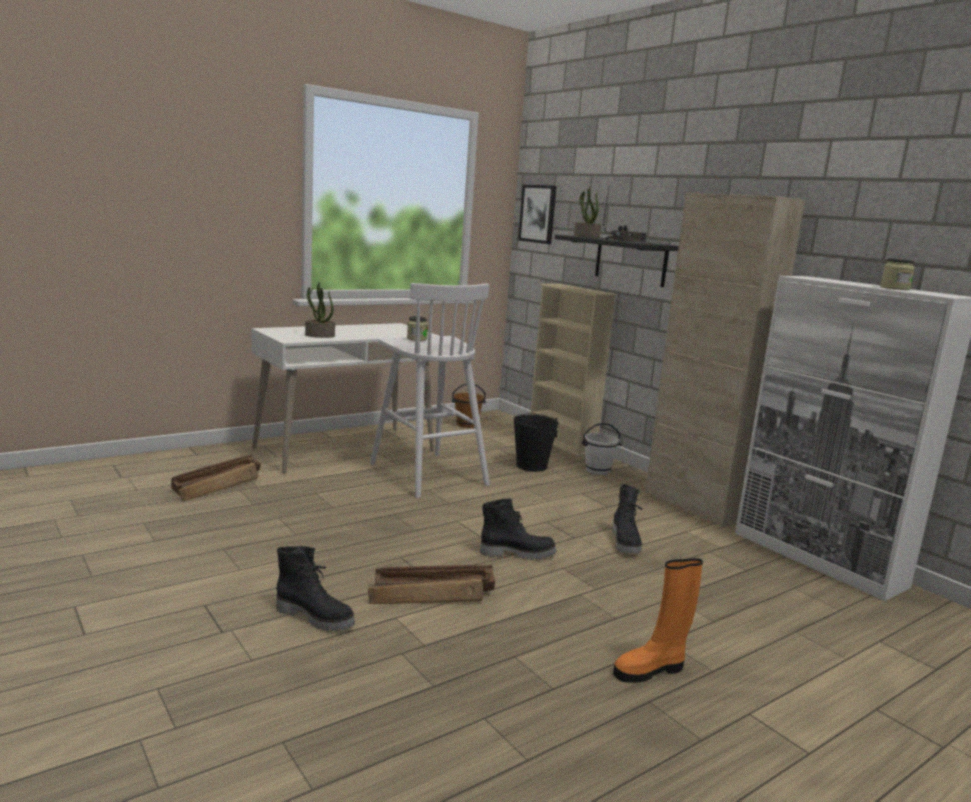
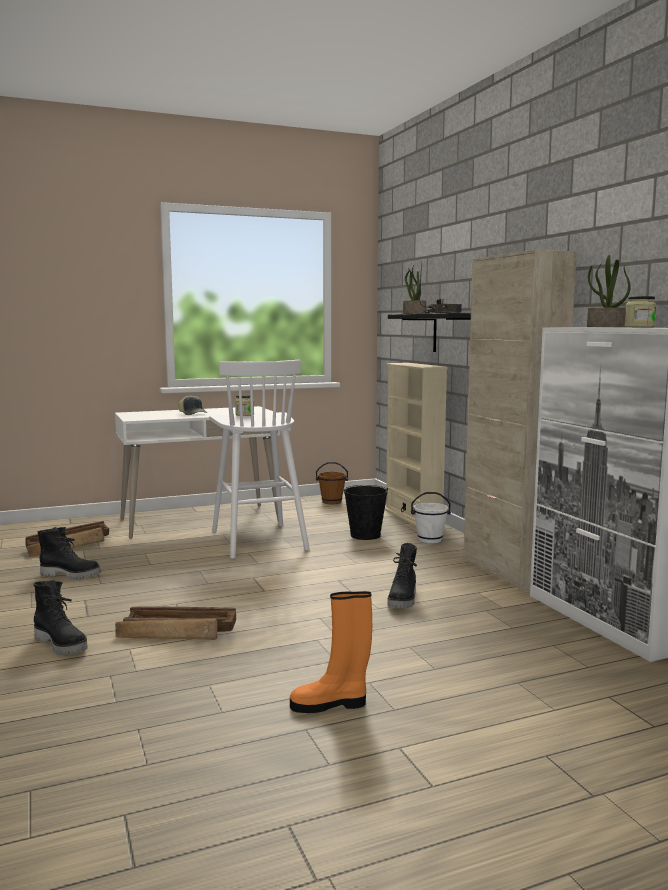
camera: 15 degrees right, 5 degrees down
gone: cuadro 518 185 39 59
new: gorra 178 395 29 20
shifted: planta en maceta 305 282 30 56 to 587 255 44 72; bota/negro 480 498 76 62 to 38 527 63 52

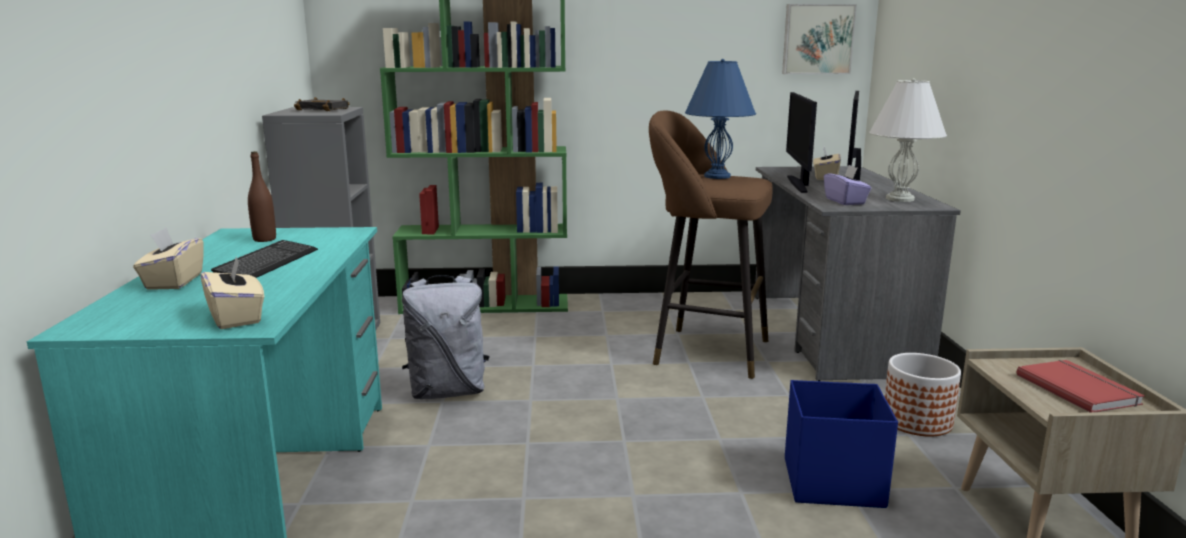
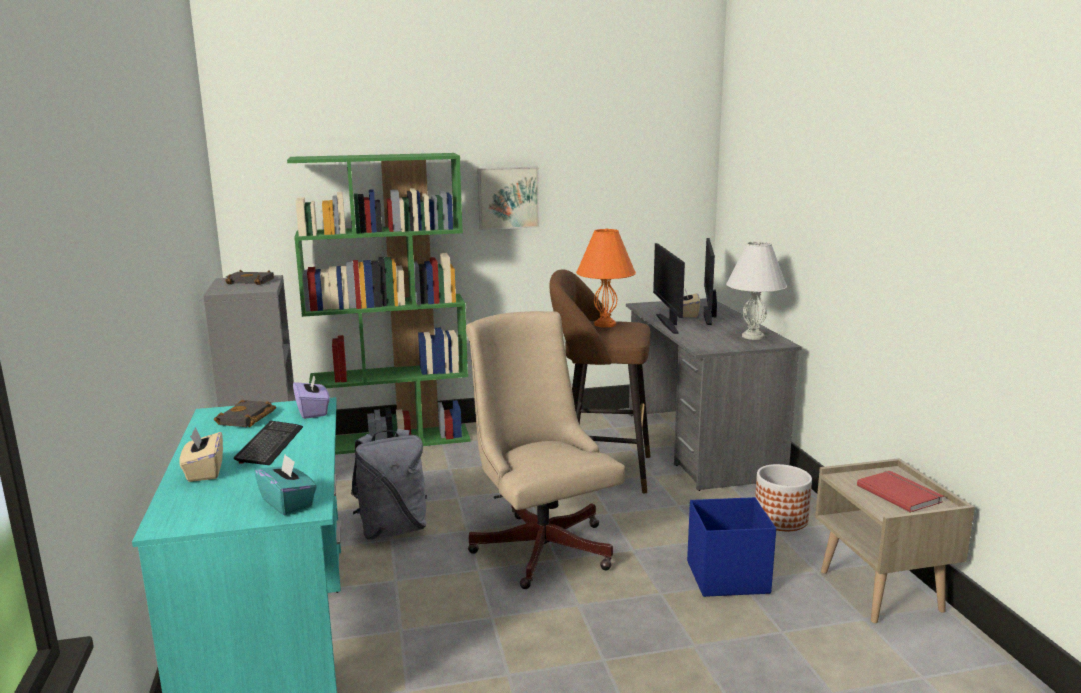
camera: 10 degrees left, 0 degrees up
new: silla de oficina/beis 466 311 159 278
shifted: cuadro 782 4 75 70 to 477 167 62 63; caja de pañuelos/morado 824 165 48 40 to 293 375 37 44
swapped: botella/marrón 248 151 28 91 to libro/negro 214 399 62 28
repainted: caja de pañuelos/beis 201 255 63 74 to caja de pañuelos/turquesa 254 454 63 62; lámpara de mesa/azul 685 59 71 120 to lámpara de mesa/naranja 576 229 60 99

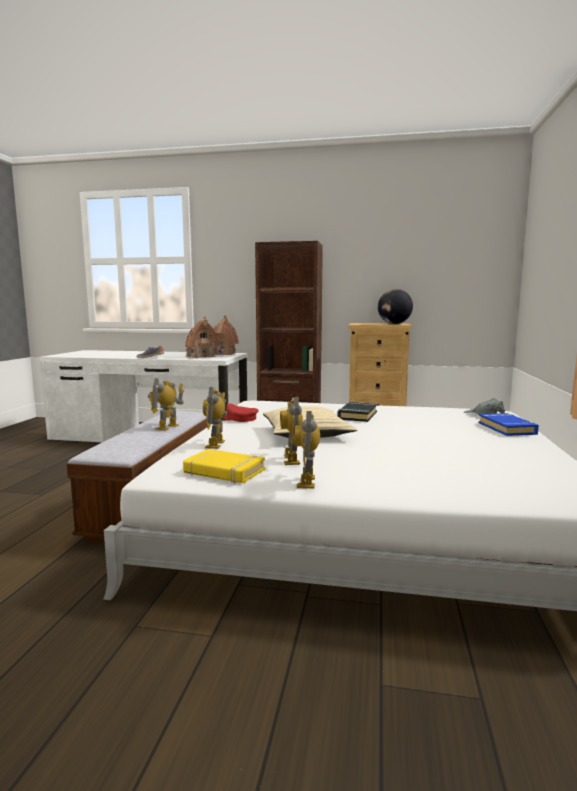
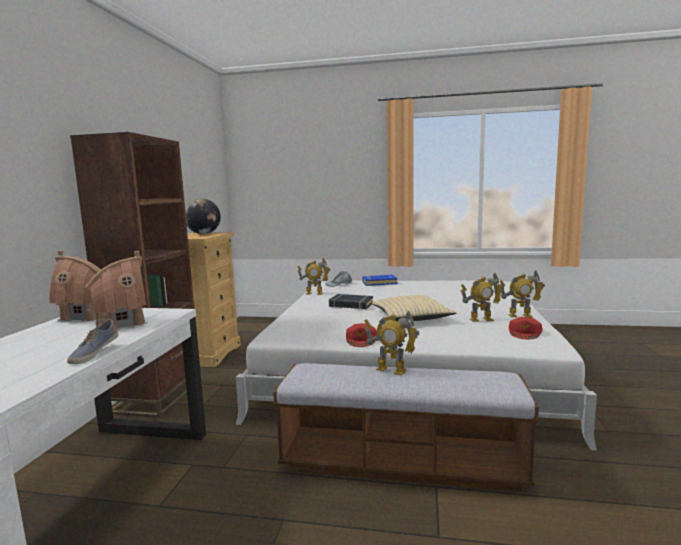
camera: 90 degrees left, 0 degrees up
shifted: robot de juguete 203 387 24 62 to 297 258 33 37
swapped: libro/amarillo 183 449 82 34 to gorra/rojo 509 317 33 22

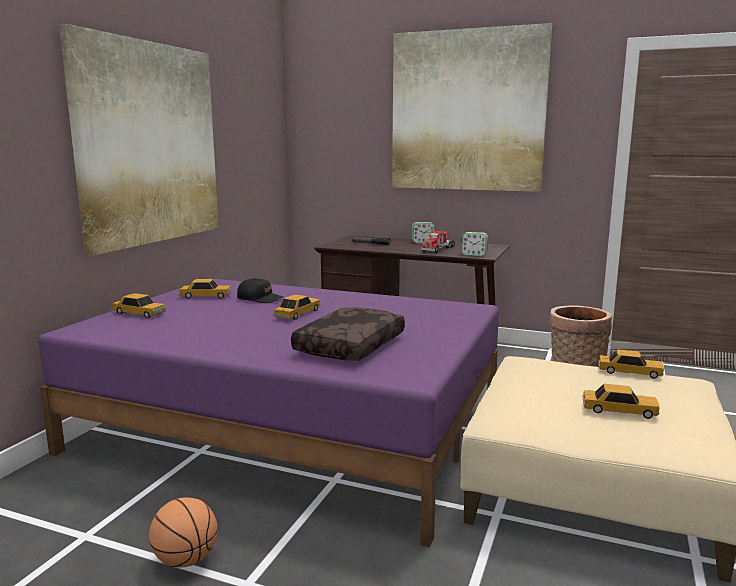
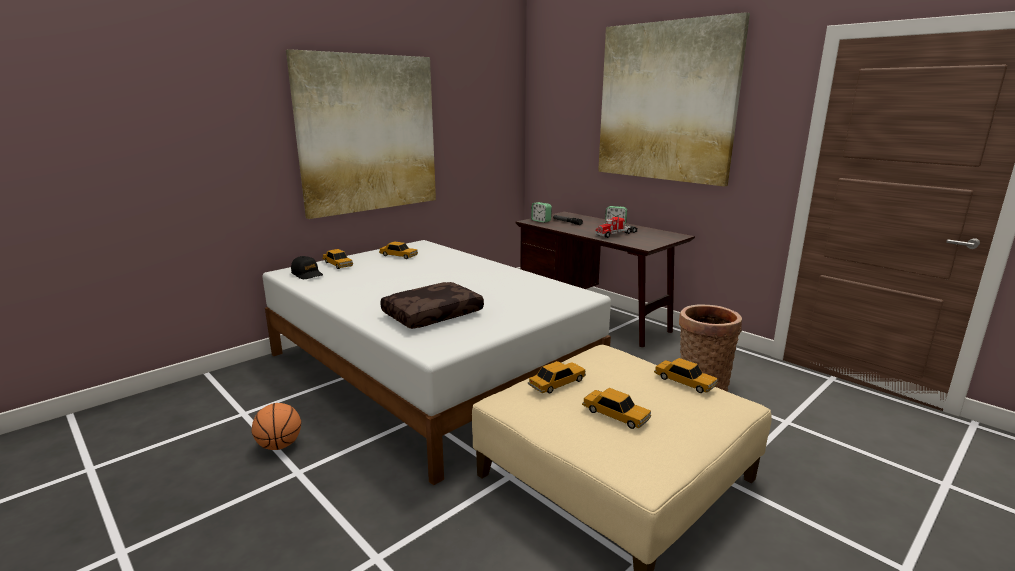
camera: 25 degrees right, 5 degrees up
shifted: gorra/negro 237 278 46 25 to 291 256 32 23; coche de juguete 273 295 47 25 to 528 361 58 33; despertador 461 232 27 24 to 531 202 21 21
repainted: cama/morado 39 278 460 270 to cama/blanco 262 240 349 246

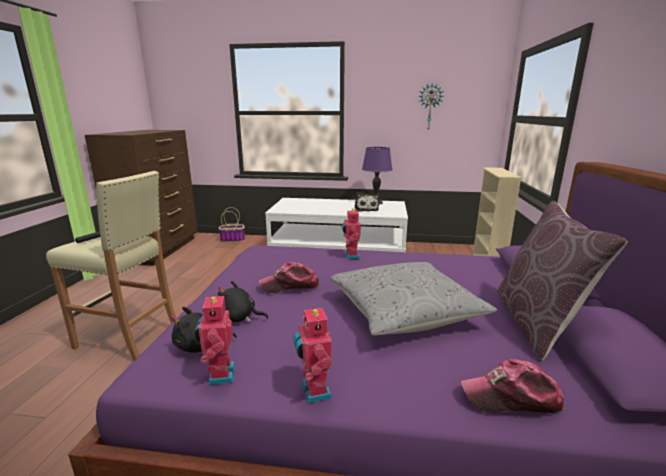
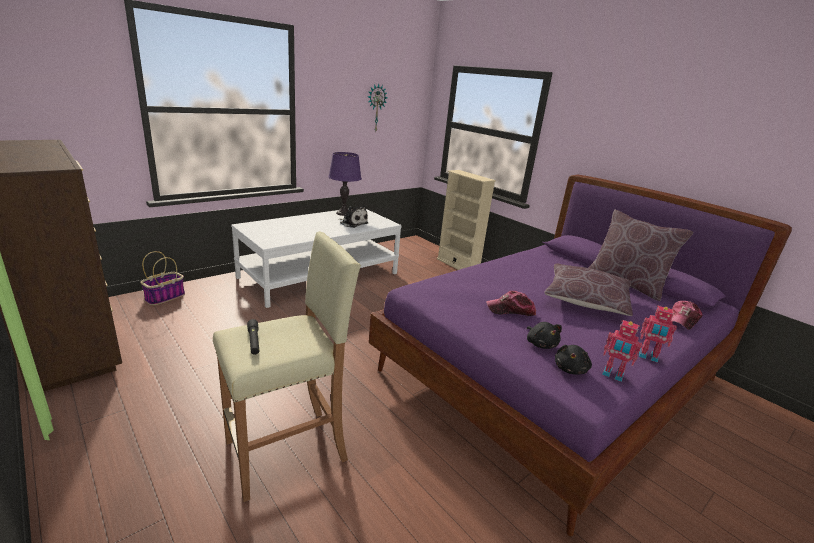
camera: 50 degrees left, 5 degrees up
gone: robot de juguete 342 209 19 50
repainted: cojín/gris 330 262 167 74 to cojín/marrón 544 263 89 53
rotated: peluche/negro 218 281 50 41 = 527 322 35 27 75 degrees counterclockwise; gorra 259 262 60 31 = 486 291 50 25 60 degrees clockwise

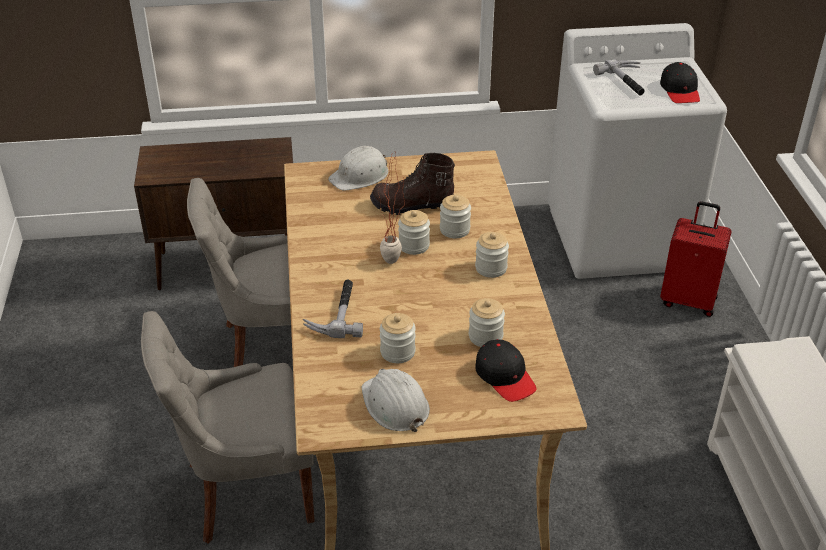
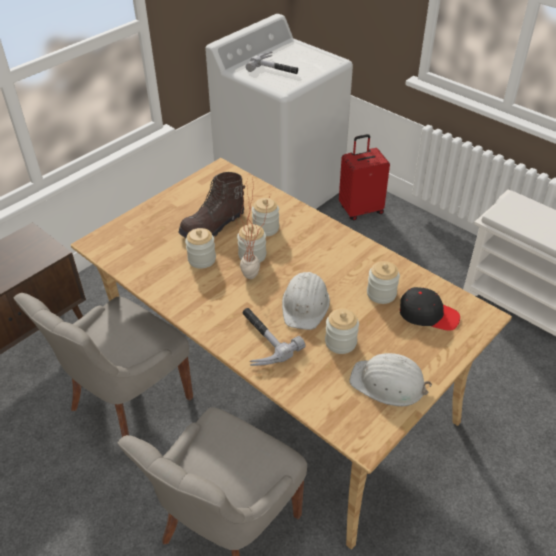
camera: 40 degrees left, 5 degrees up
gone: gorra/negro 660 62 40 41
shifted: casco/blanco 328 146 60 45 to 282 272 48 58; tarro 475 232 34 46 to 185 228 31 41

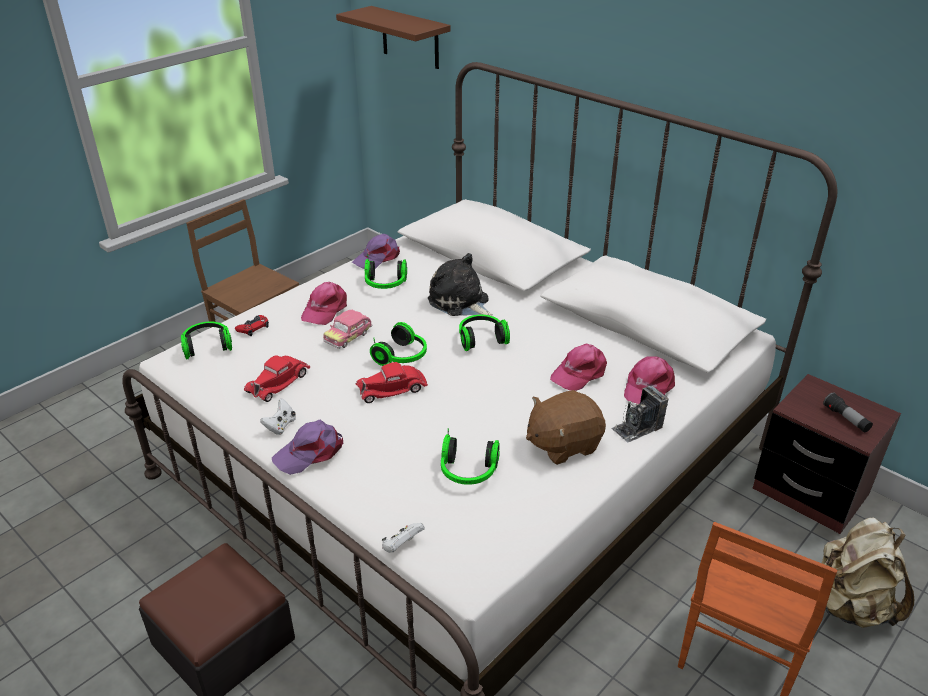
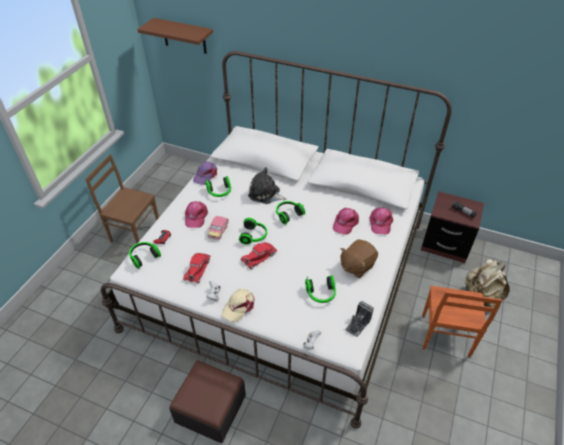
camera: 20 degrees left, 10 degrees up
shifted: cámara 611 386 58 56 to 345 301 29 36
repainted: gorra/morado 272 419 71 56 to gorra/beis 222 289 33 33

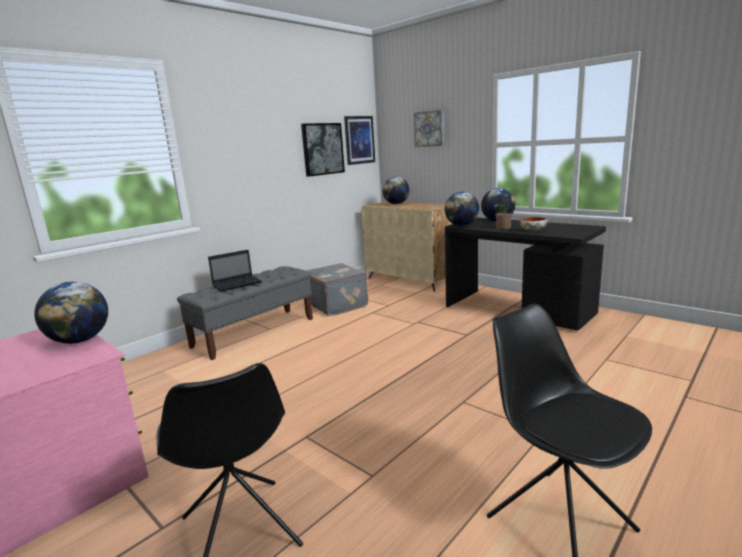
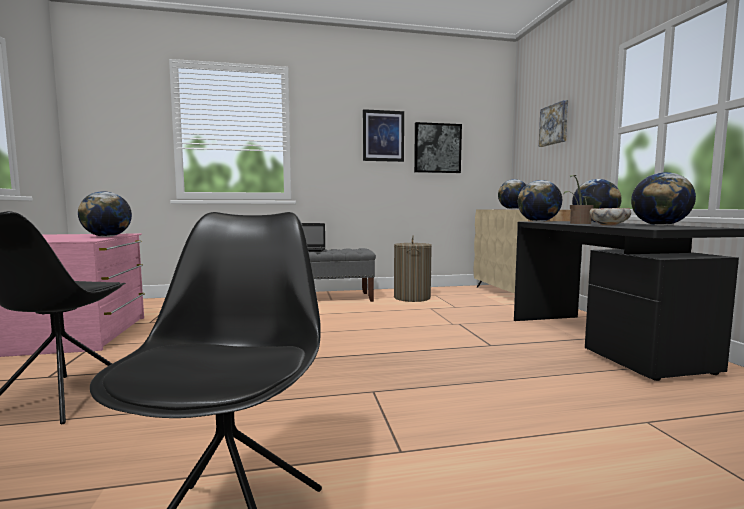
camera: 35 degrees right, 10 degrees down
new: globo terráqueo 631 172 65 54
shifted: cuadro 344 116 31 49 to 363 109 41 53
swapped: maleta/gris 305 263 63 53 to cesto de la ropa 394 236 38 66

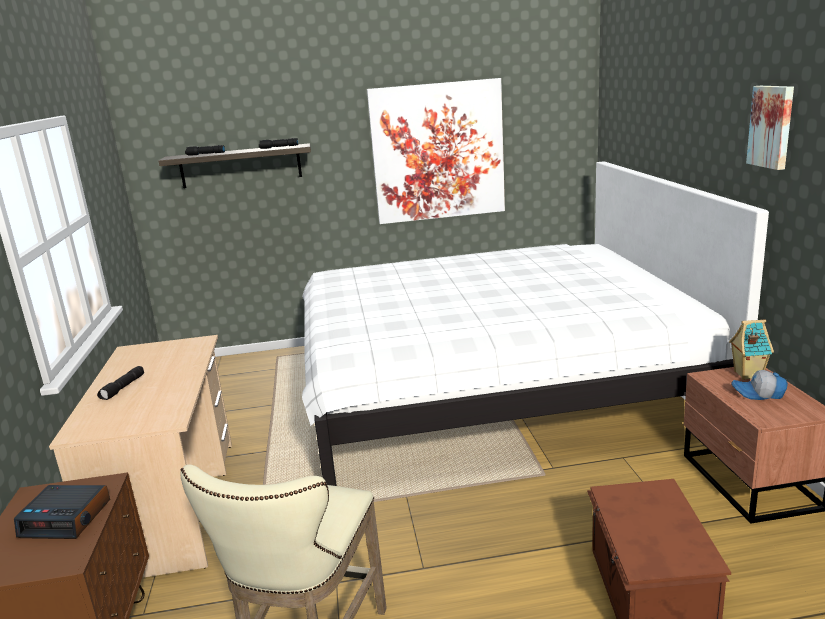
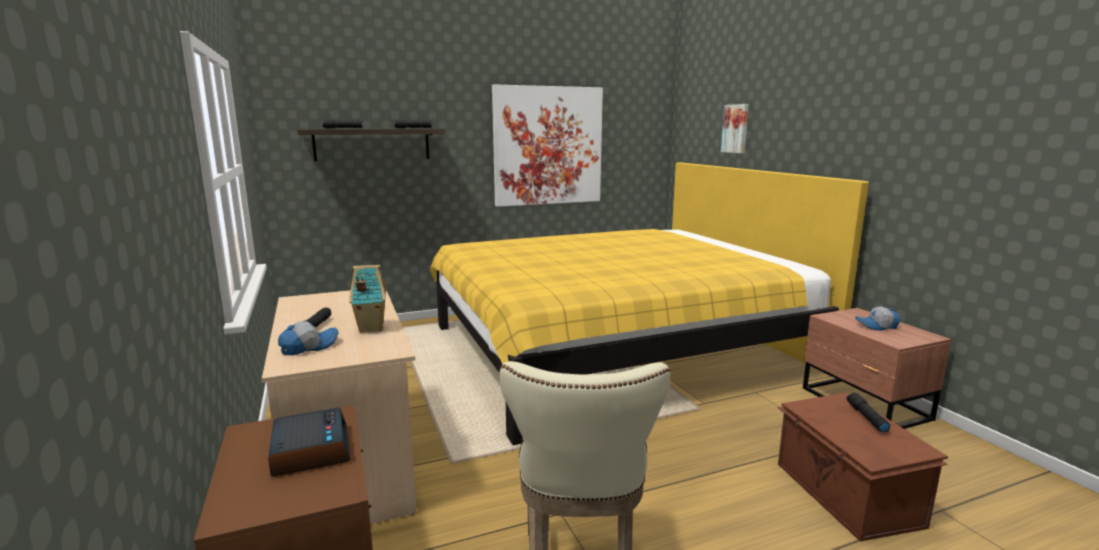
camera: 15 degrees left, 5 degrees down
new: gorra 278 321 60 34; linterna/negro 847 392 43 40
shifted: casita 729 319 45 61 to 349 265 38 68; cuadro 746 86 48 84 to 721 104 28 49
repainted: cama/blanco 302 161 467 325 to cama/amarillo 430 162 439 283
rotated: despertador 14 485 96 54 = 268 407 82 69 105 degrees counterclockwise

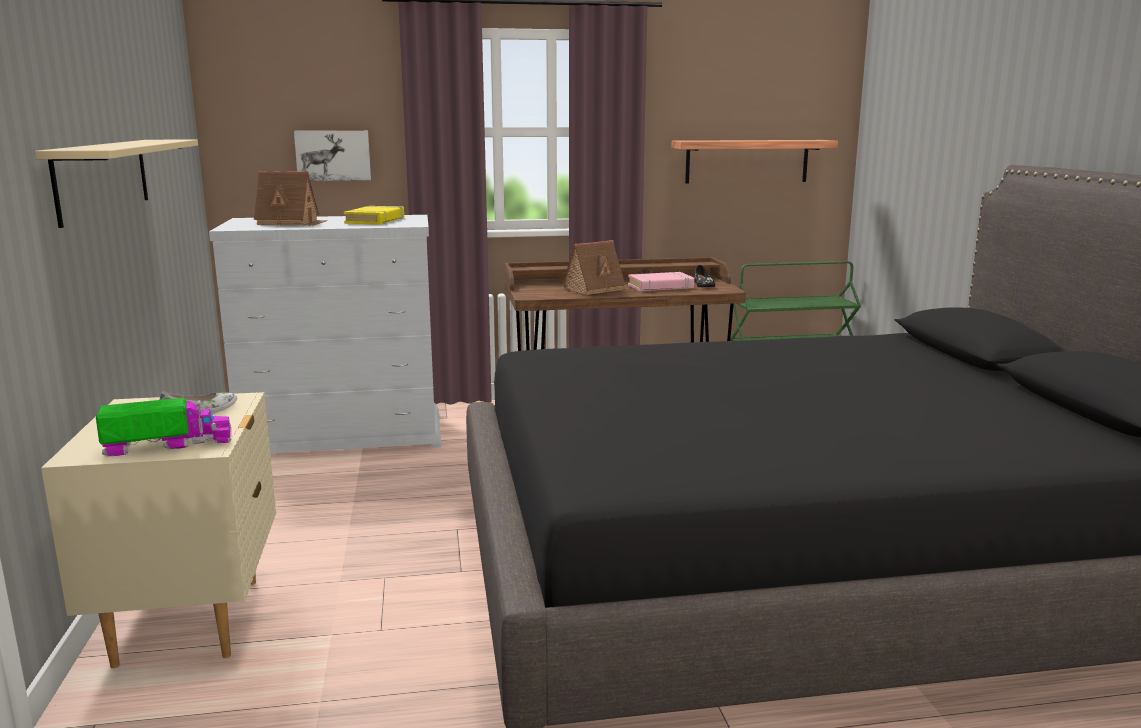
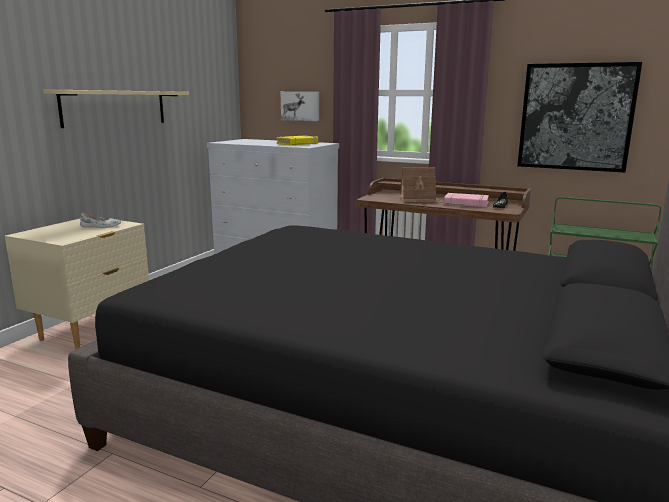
camera: 35 degrees right, 0 degrees up
gone: camión de juguete 96 398 135 58; casita 254 171 74 55
swapped: estante 671 140 167 43 to cuadro 517 62 125 111

